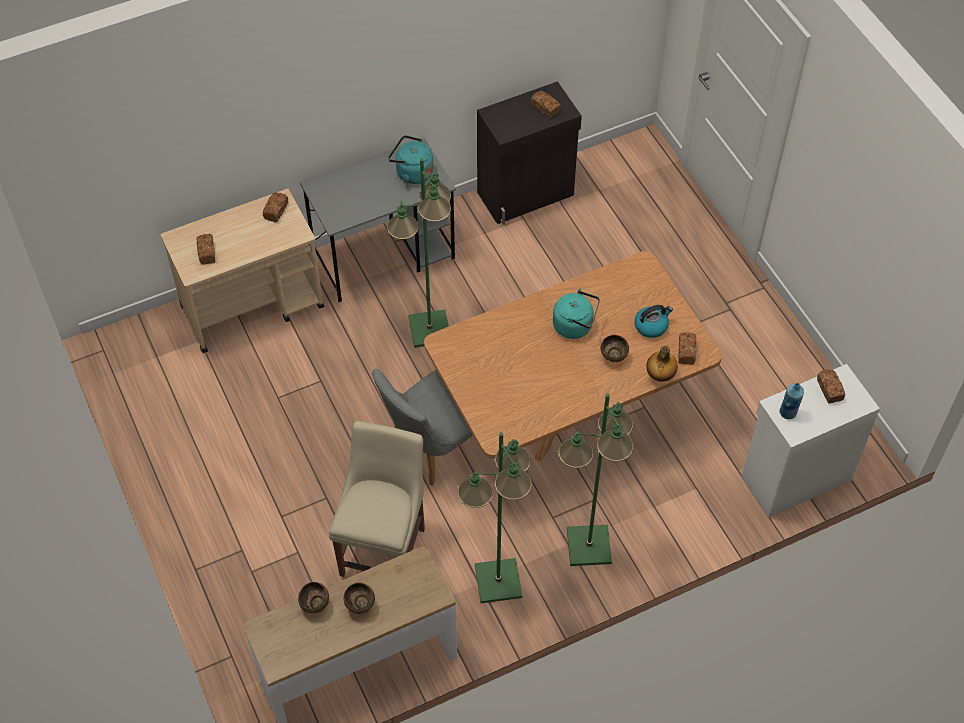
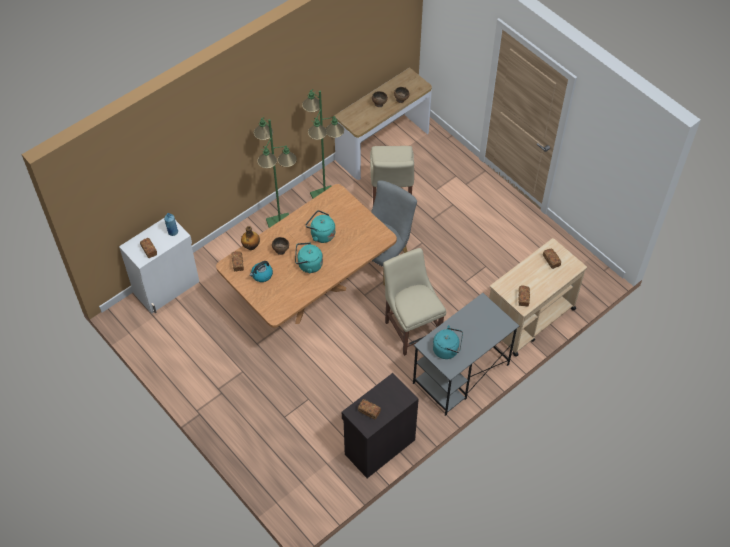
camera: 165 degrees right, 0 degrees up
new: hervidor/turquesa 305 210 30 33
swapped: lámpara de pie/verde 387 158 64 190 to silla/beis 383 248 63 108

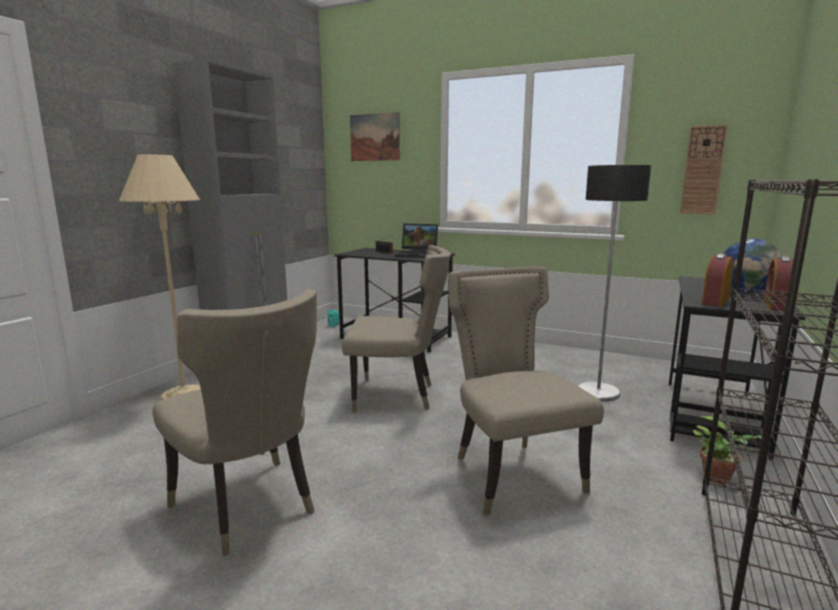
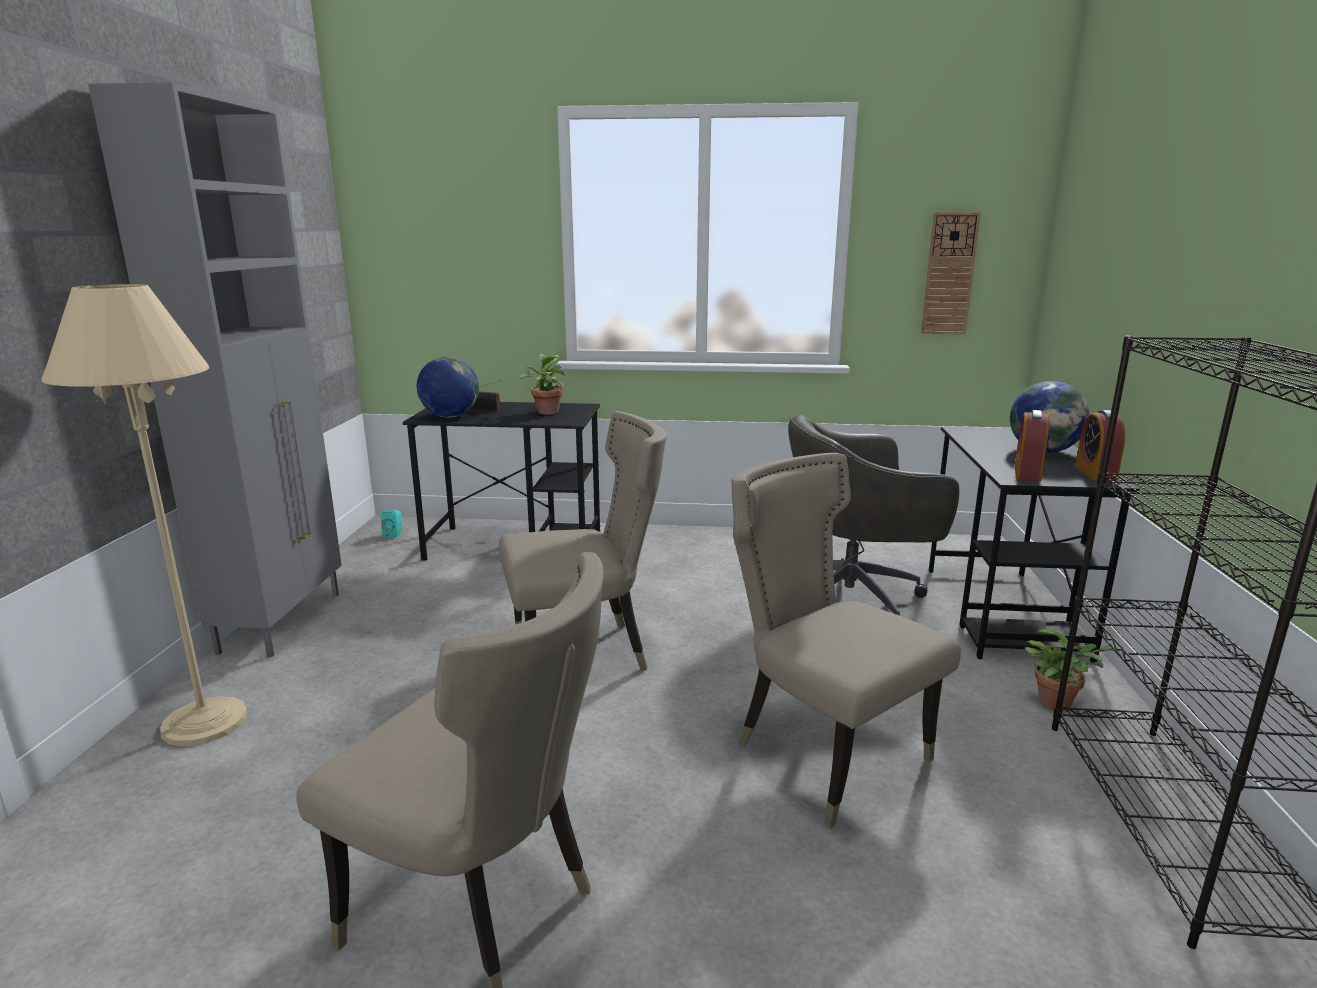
camera: 20 degrees left, 5 degrees up
gone: cuadro 350 112 50 49
new: globo terráqueo 417 357 62 61
swapped: portátil 395 224 43 34 to planta en maceta 519 354 46 61; lámpara de pie 578 165 73 236 to silla de oficina/gris 788 415 171 201

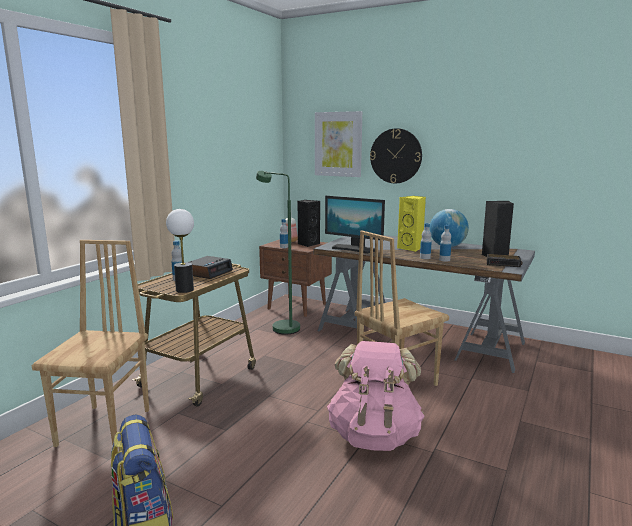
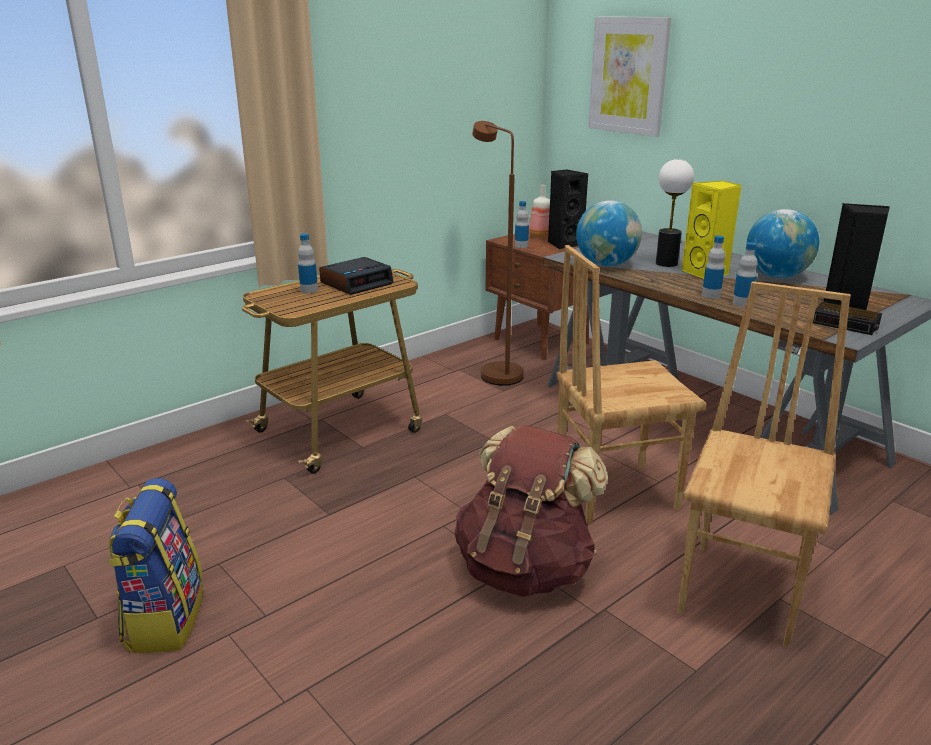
camera: 20 degrees right, 10 degrees up
gone: reloj de pared 370 128 52 55
shifted: silla/marrón 32 240 117 210 to 677 281 174 366; lámpara de mesa 166 209 28 84 to 656 159 38 108
swapped: monitor 325 196 60 58 to globo terráqueo 576 200 66 67
repainted: lámpara de pie/verde 256 171 44 163 to lámpara de pie/marrón 472 121 52 265; mochila/rosa 327 341 97 110 to mochila/marrón 455 425 153 172

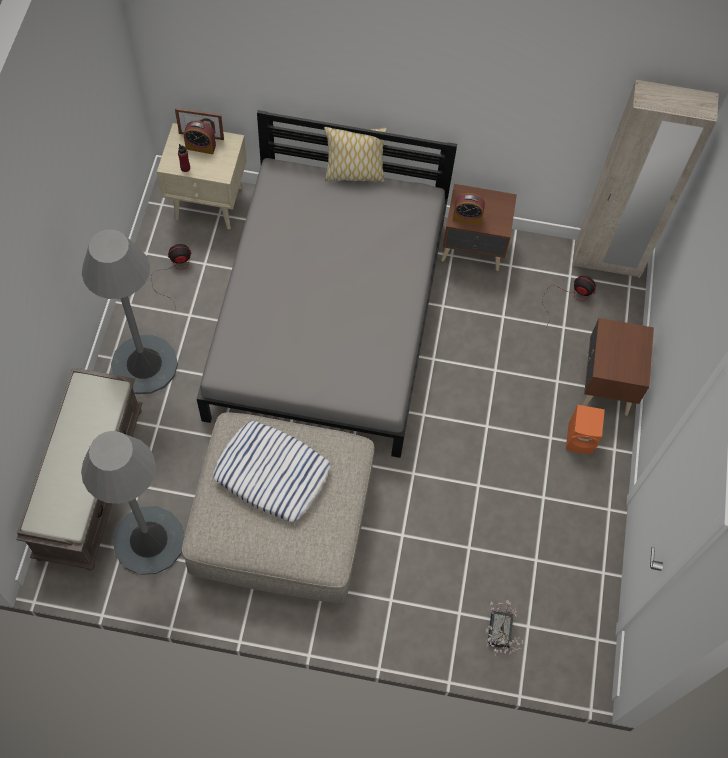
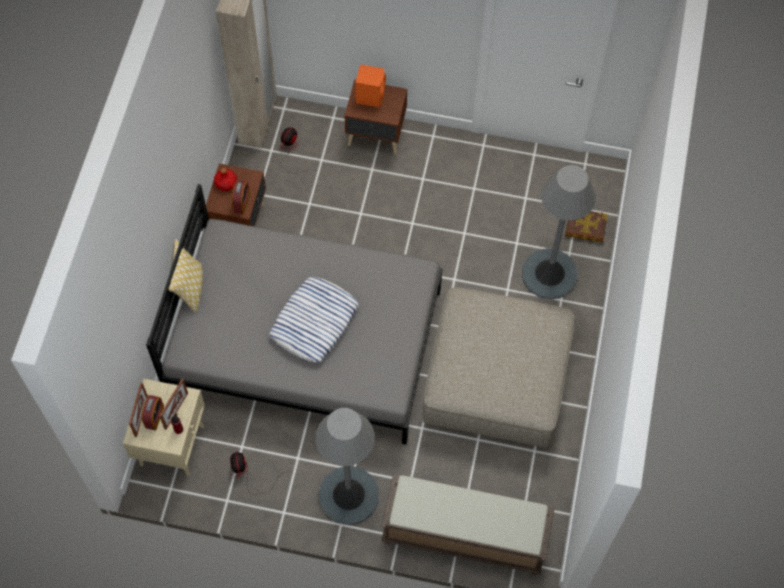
camera: 85 degrees left, 0 degrees up
new: portarretratos 159 379 29 51; botella/rojo 214 168 23 23
shifted: lámpara de pie/gris 81 431 103 144 to 522 165 74 135; cojín 213 421 118 101 to 270 277 89 85; altavoz/naranja 566 405 39 49 to 355 64 31 44
swapped: planta en maceta 485 600 39 56 to libro 565 211 43 32

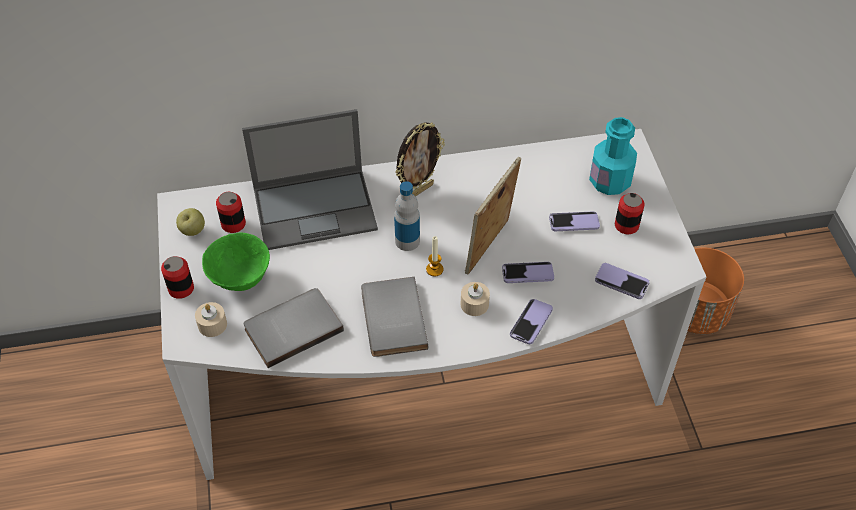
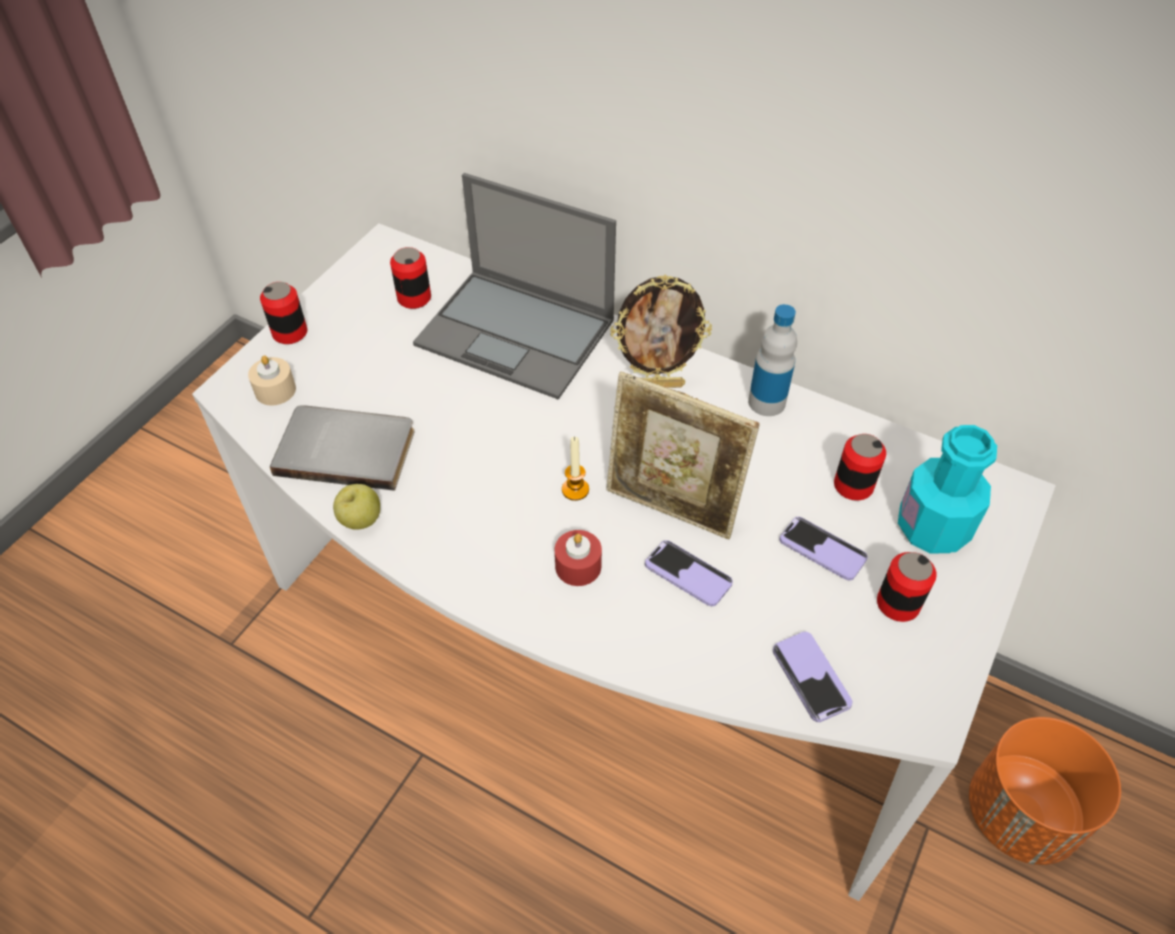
camera: 40 degrees right, 0 degrees up
gone: cuenco/verde 202 233 68 58; libro/gris 361 277 67 80; móvil 510 299 43 45
new: lata 834 434 52 67
shifted: manzana 176 208 29 28 to 333 484 47 46; botella 394 181 26 70 to 748 304 49 112
repainted: vela/beis 461 282 29 34 to vela/rojo 555 530 47 56
rotated: portarretratos 465 157 56 118 = 606 371 154 169 135 degrees counterclockwise

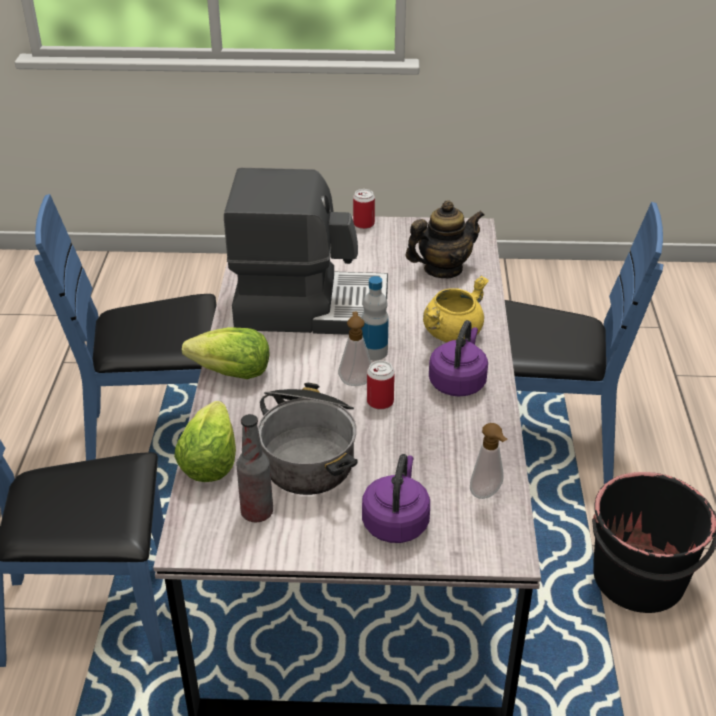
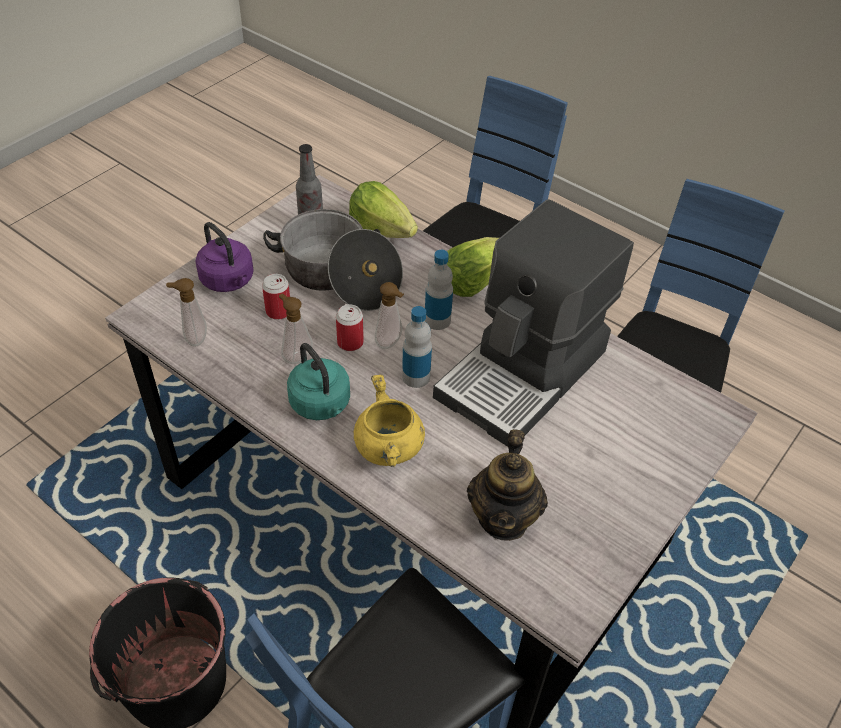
camera: 125 degrees right, 10 degrees up
new: dispensador de jabón 279 294 34 70; botella 425 250 28 80
shifted: lata 353 189 22 40 to 262 274 28 46
repainted: hervidor/morado 429 320 59 77 to hervidor/turquesa 287 343 63 77

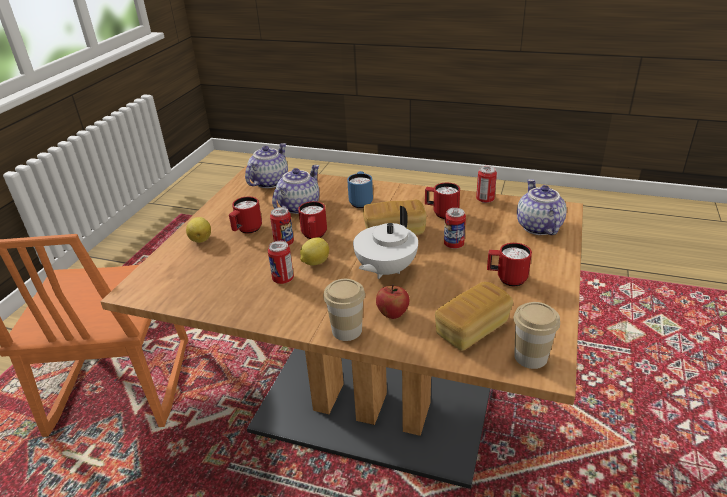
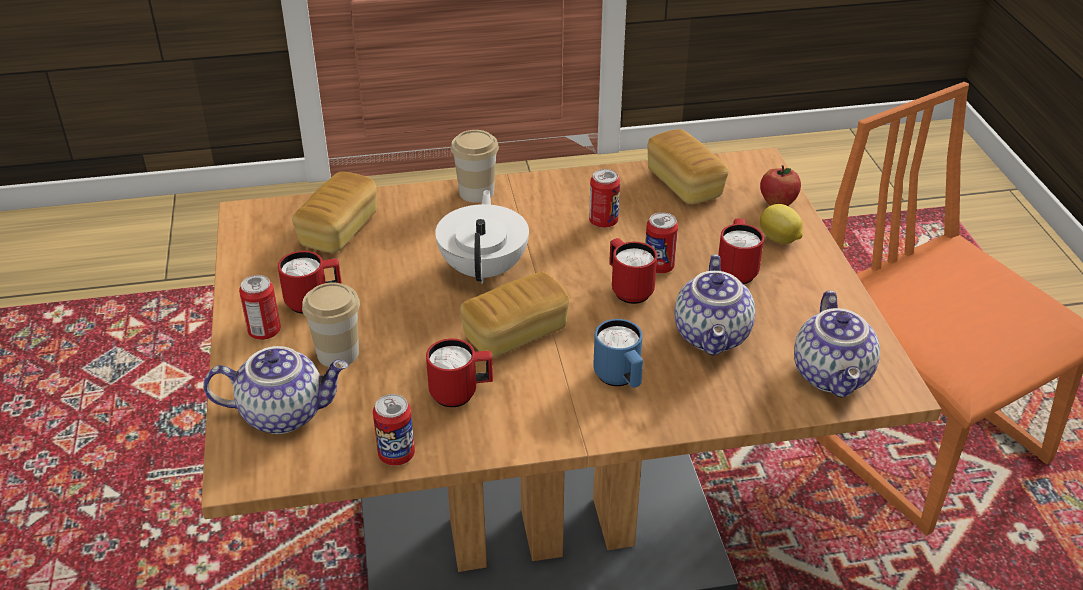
camera: 150 degrees right, 5 degrees up
gone: limón 300 237 29 29
new: pan 647 129 82 75
shifted: manzana 376 284 34 35 to 760 165 41 41; lata 444 208 22 41 to 239 275 42 65; taza 514 302 46 67 to 302 283 58 84
rotated: tetera 517 179 50 56 = 203 346 146 88 60 degrees counterclockwise

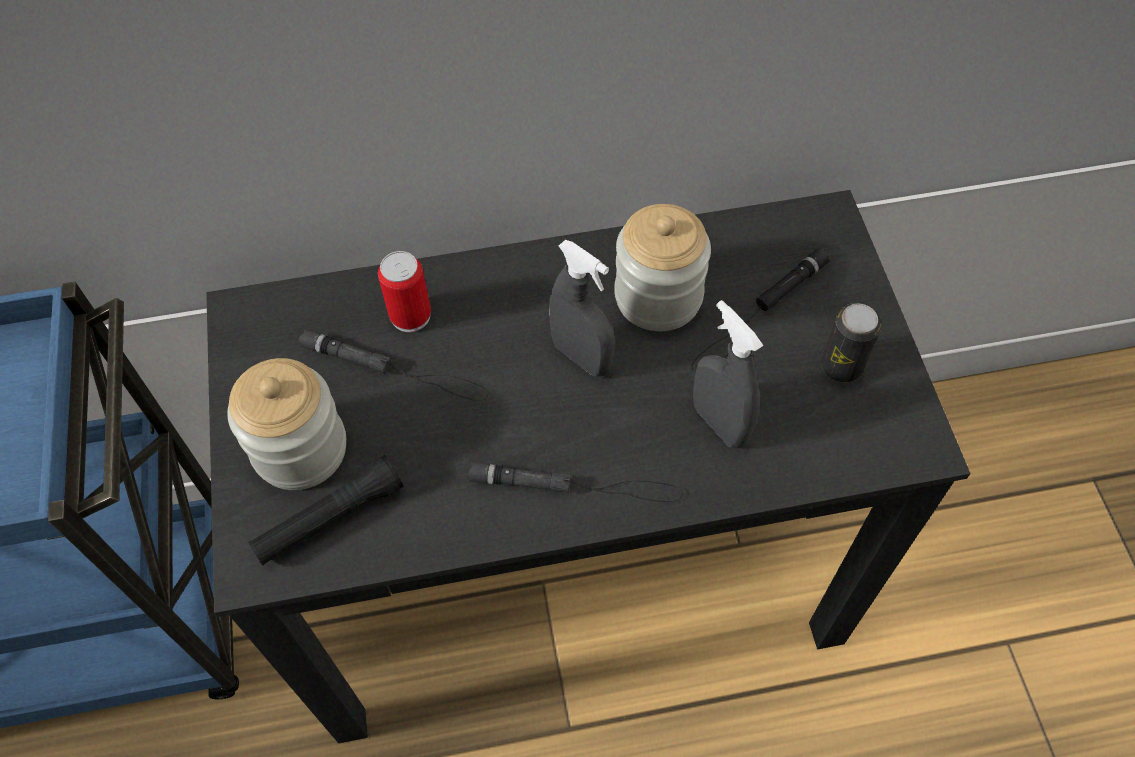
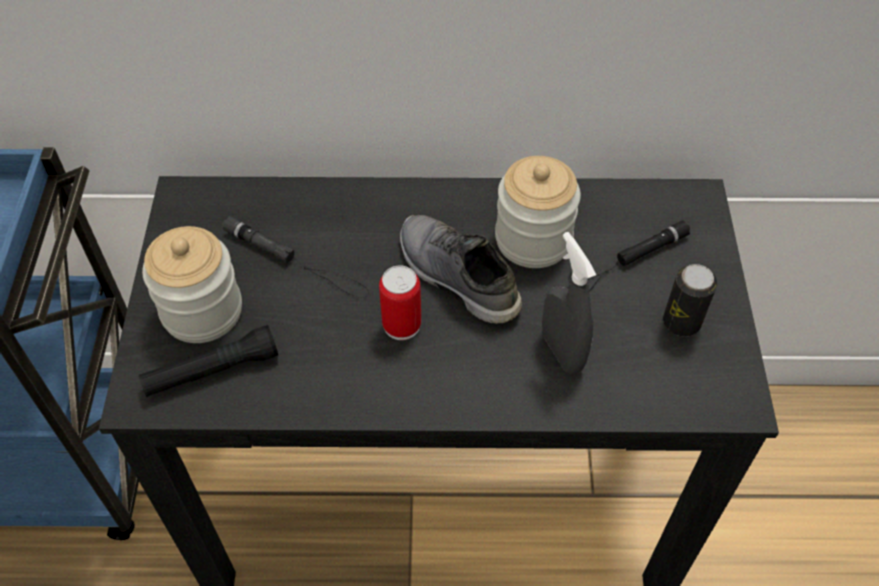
camera: 10 degrees right, 5 degrees down
gone: linterna/negro 468 462 215 40
shifted: lata 378 251 53 81 to 379 265 42 75
swapped: pulverizador/gris 549 240 66 137 to zapato/gris 400 215 122 109

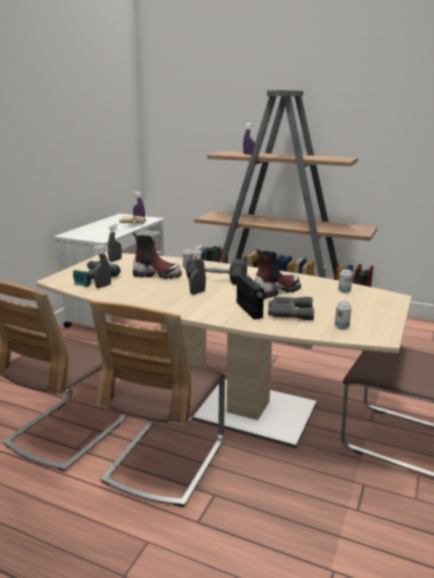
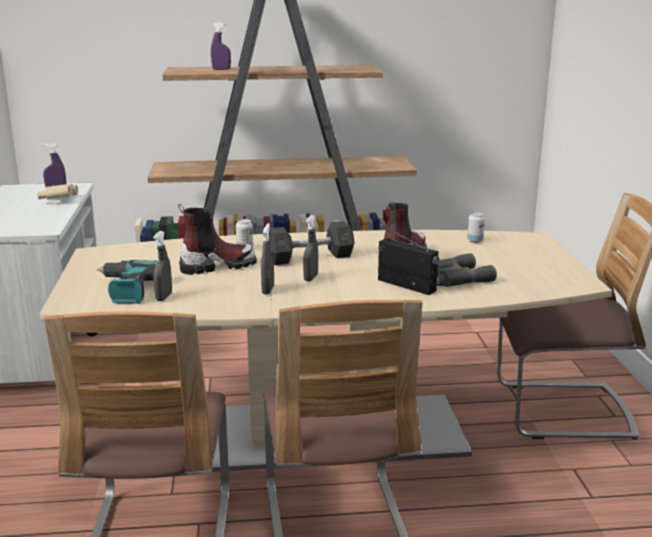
camera: 30 degrees left, 0 degrees up
gone: lata 335 301 16 28
shifted: pulverizador/gris 108 223 14 39 to 261 223 13 71

